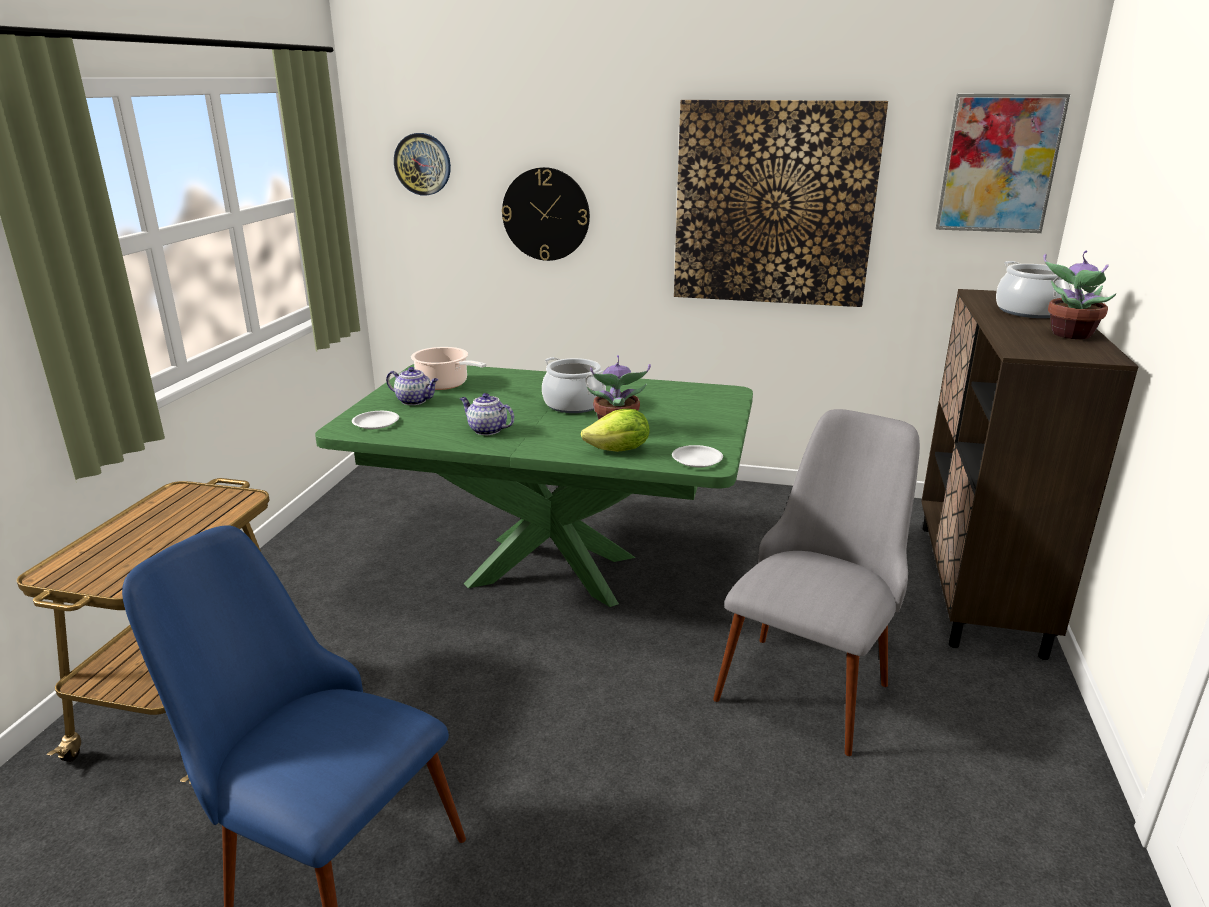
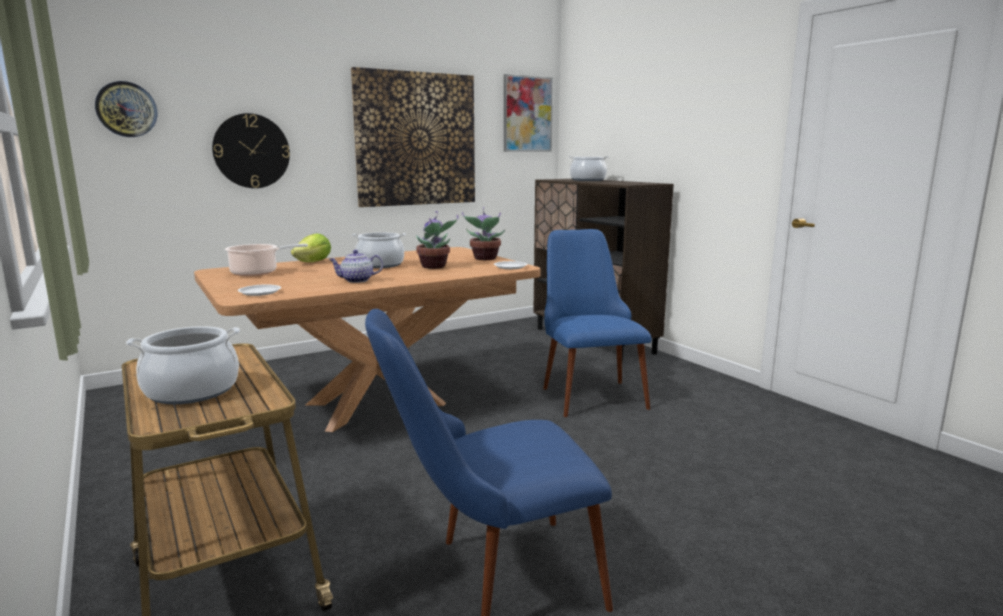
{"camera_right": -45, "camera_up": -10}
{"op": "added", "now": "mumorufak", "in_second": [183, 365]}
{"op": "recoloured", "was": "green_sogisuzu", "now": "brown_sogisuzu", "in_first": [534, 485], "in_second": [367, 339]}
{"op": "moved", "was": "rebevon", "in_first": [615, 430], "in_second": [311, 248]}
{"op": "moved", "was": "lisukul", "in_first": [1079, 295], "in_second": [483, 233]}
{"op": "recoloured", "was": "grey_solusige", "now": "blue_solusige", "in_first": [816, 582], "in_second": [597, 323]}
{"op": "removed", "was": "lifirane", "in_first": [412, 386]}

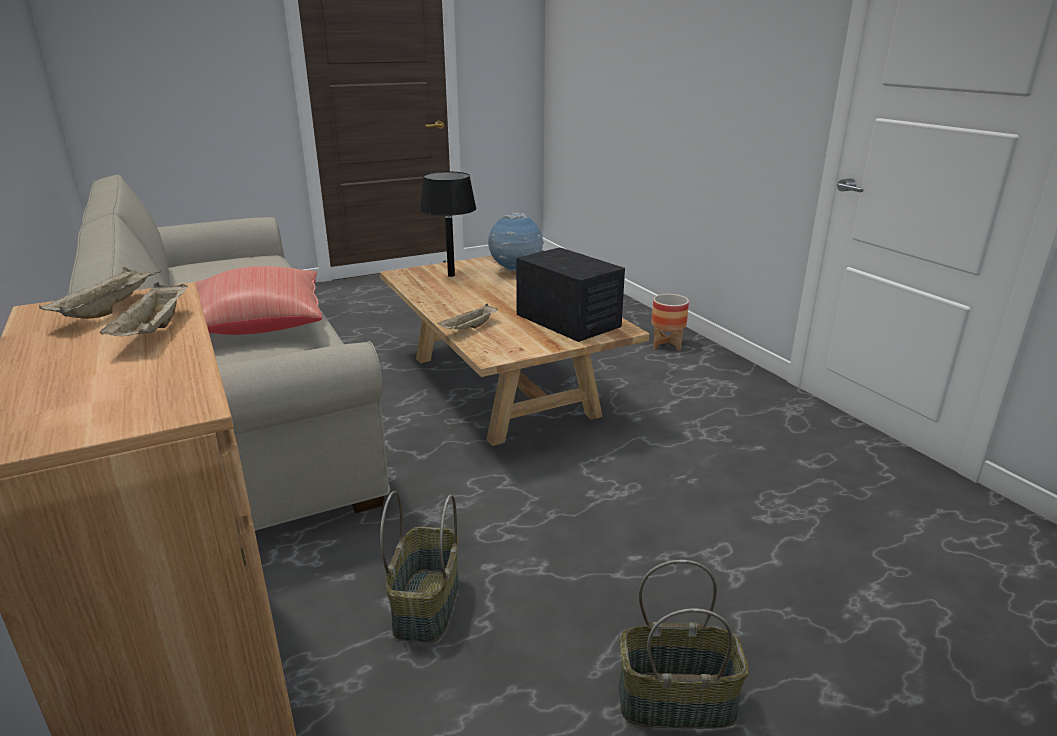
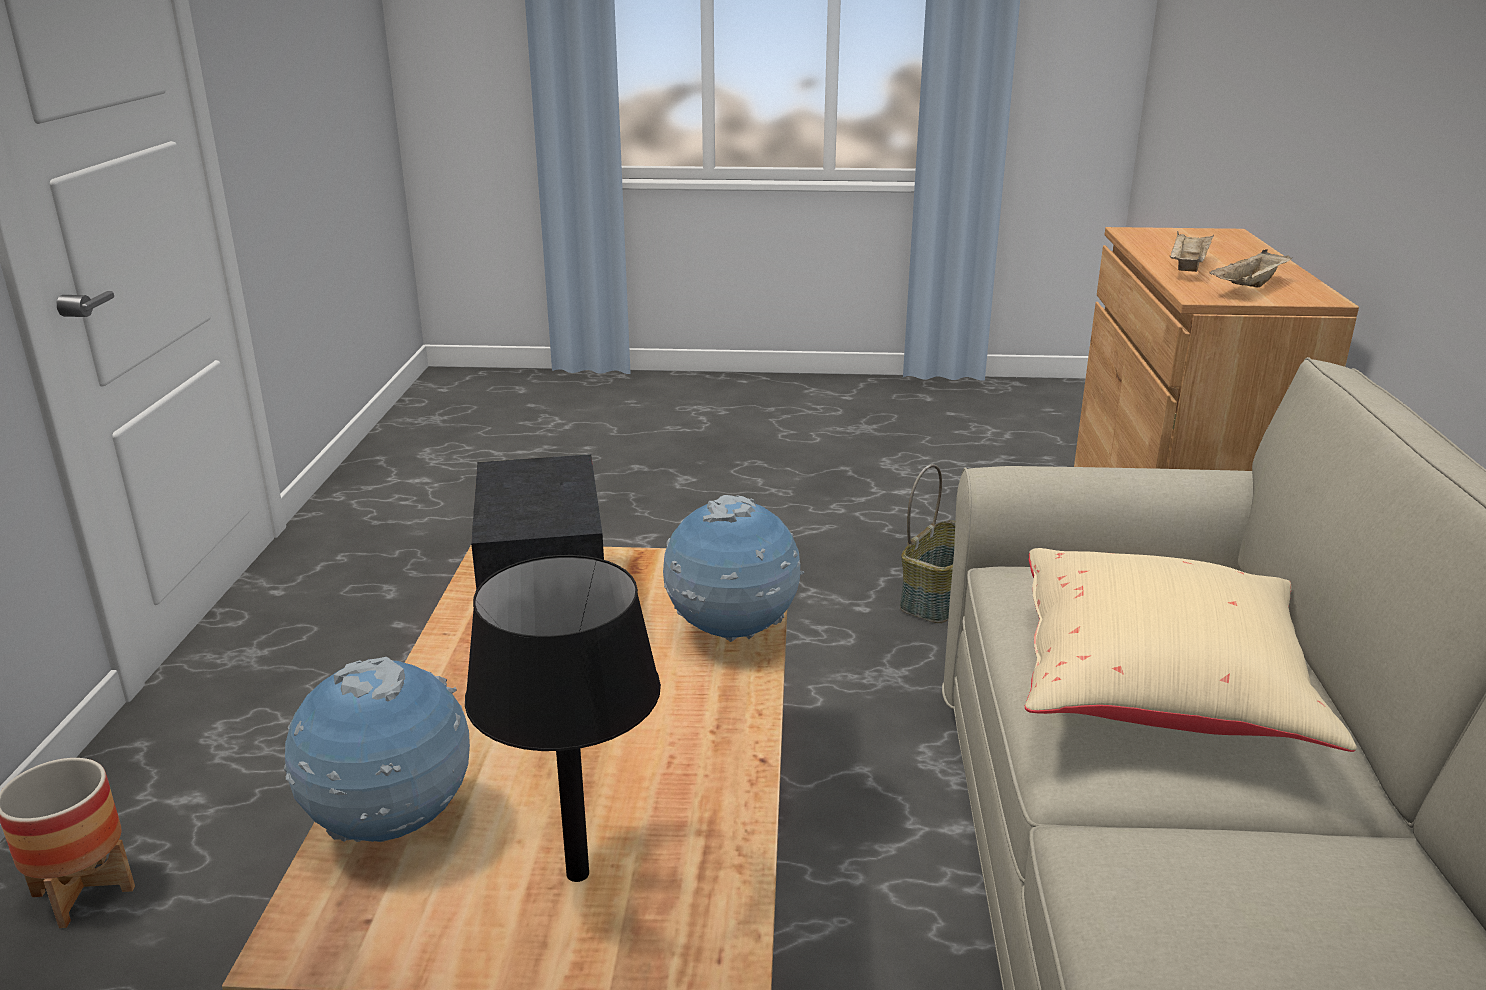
{"camera_right": -150, "camera_up": 0}
{"op": "replaced", "was": "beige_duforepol", "now": "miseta", "in_first": [468, 316], "in_second": [733, 568]}
{"op": "recoloured", "was": "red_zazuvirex", "now": "beige_zazuvirex", "in_first": [258, 300], "in_second": [1191, 650]}
{"op": "removed", "was": "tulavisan", "in_first": [684, 644]}

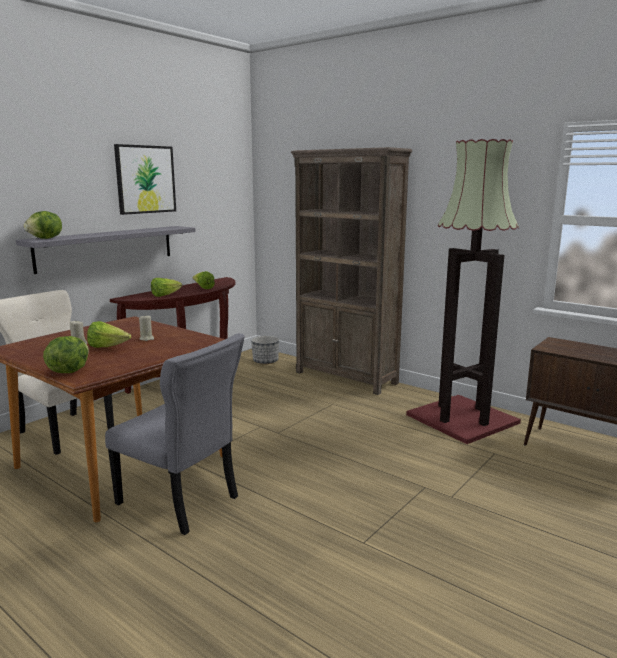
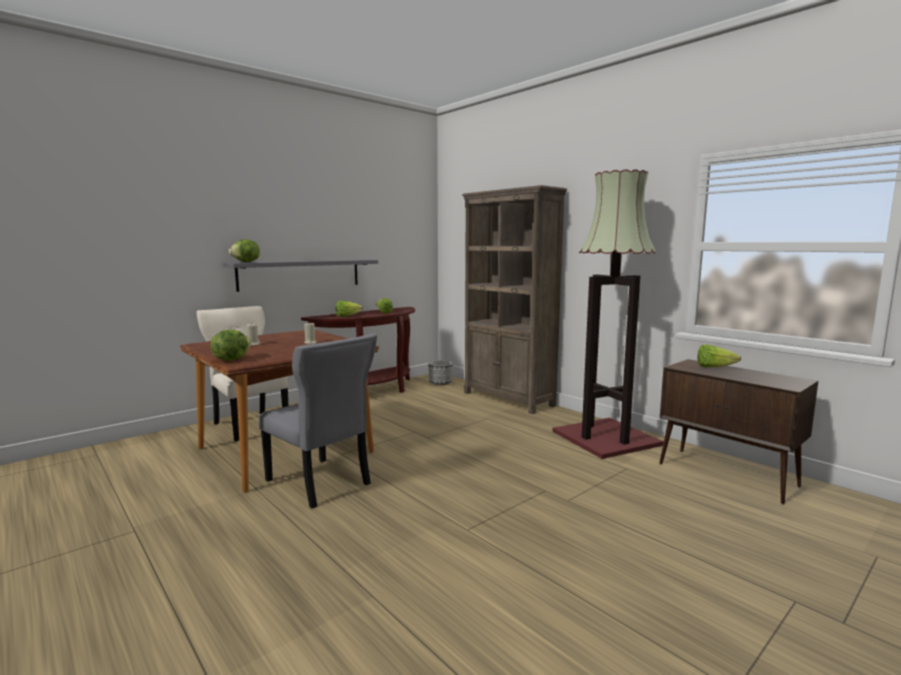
{"camera_right": 10, "camera_up": -5}
{"op": "moved", "was": "rebevon", "in_first": [109, 334], "in_second": [719, 355]}
{"op": "removed", "was": "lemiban", "in_first": [145, 179]}

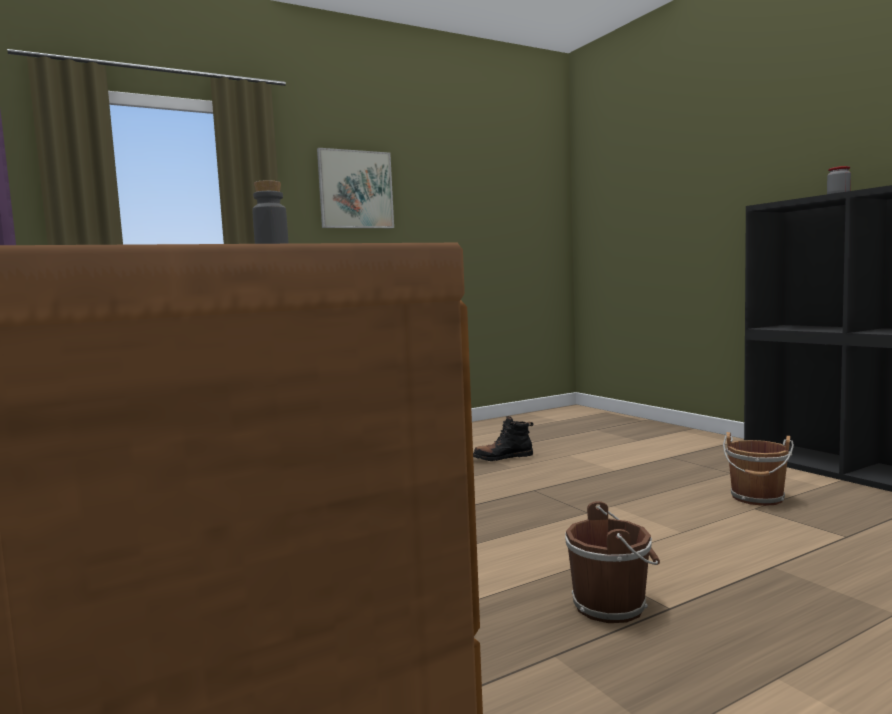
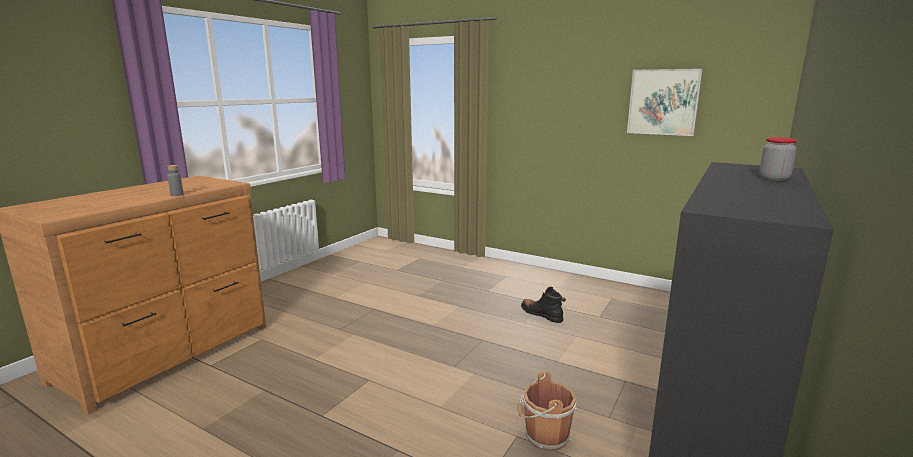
{"camera_right": 60, "camera_up": 10}
{"op": "moved", "was": "lemiban", "in_first": [355, 188], "in_second": [665, 102]}
{"op": "removed", "was": "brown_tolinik", "in_first": [612, 562]}

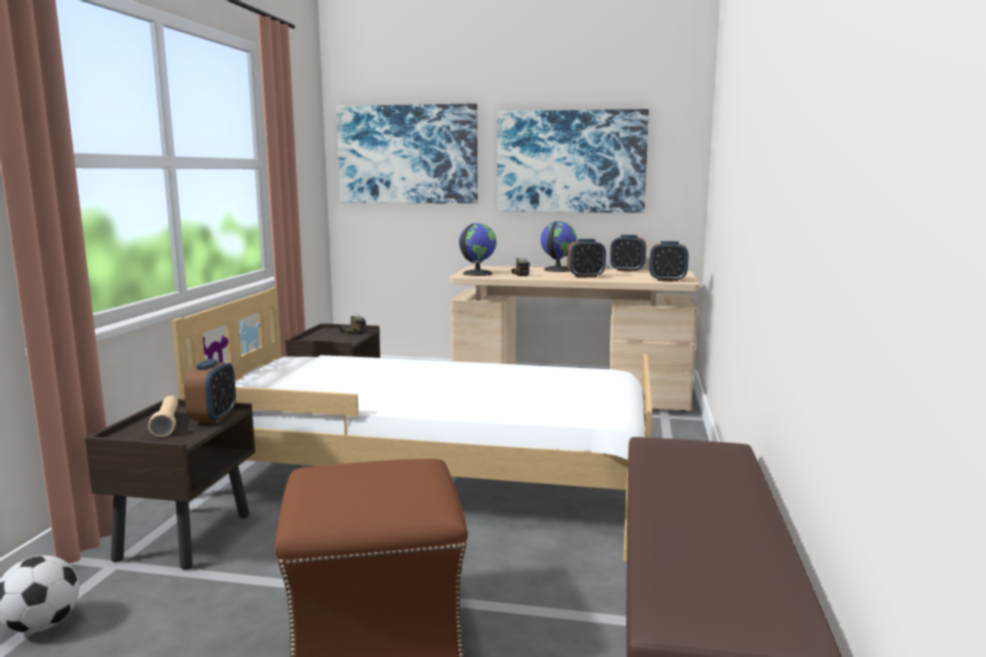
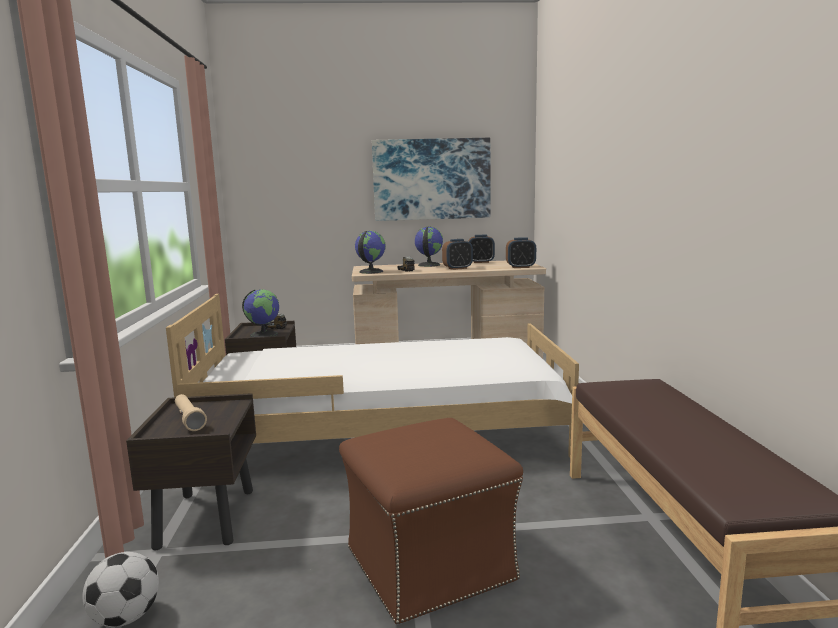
{"camera_right": -15, "camera_up": 0}
{"op": "added", "now": "miseta", "in_second": [260, 313]}
{"op": "removed", "was": "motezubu", "in_first": [210, 391]}
{"op": "removed", "was": "lemiban", "in_first": [407, 154]}

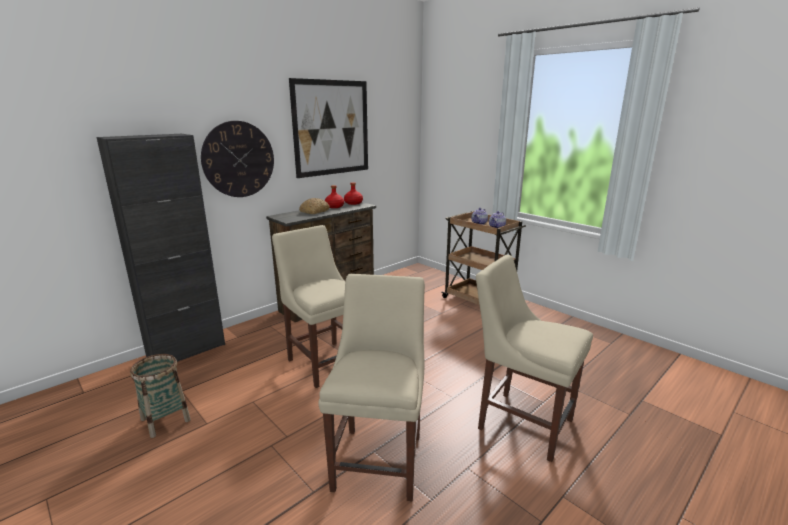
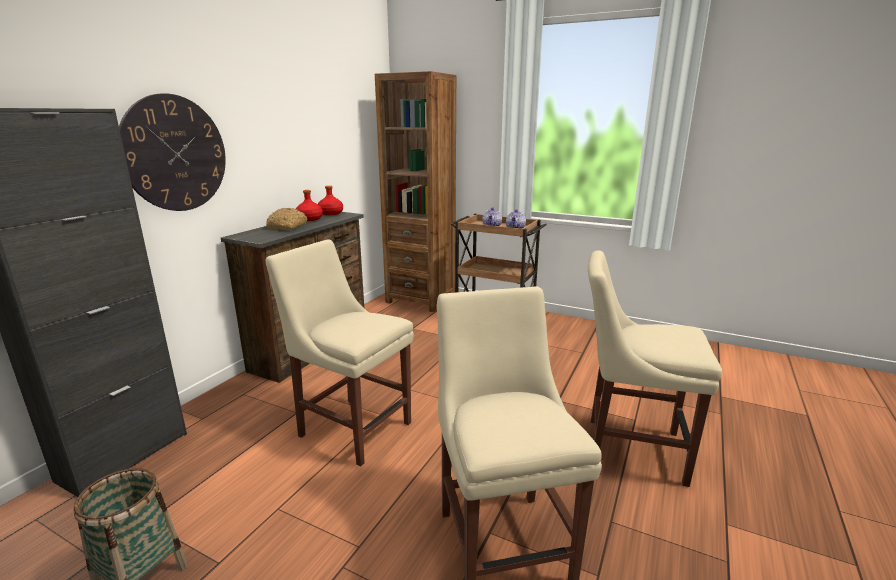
{"camera_right": -20, "camera_up": 0}
{"op": "added", "now": "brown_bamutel", "in_second": [415, 191]}
{"op": "removed", "was": "lemiban", "in_first": [328, 128]}

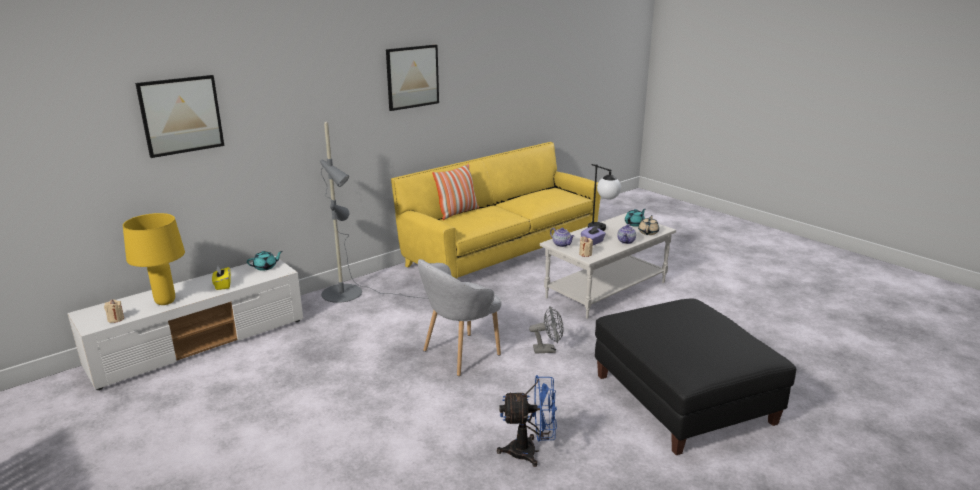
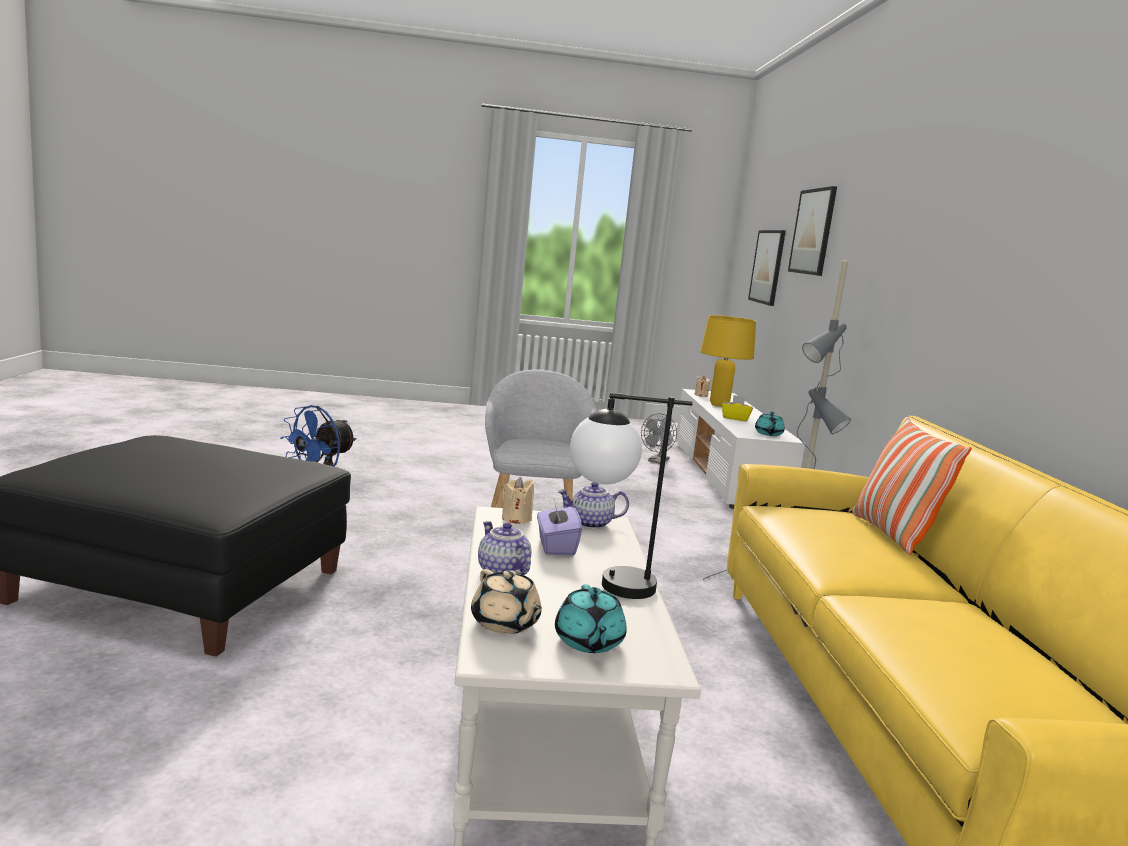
{"camera_right": 125, "camera_up": -10}
{"op": "moved", "was": "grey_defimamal", "in_first": [546, 330], "in_second": [659, 438]}
{"op": "moved", "was": "lemiban", "in_first": [412, 78], "in_second": [767, 268]}

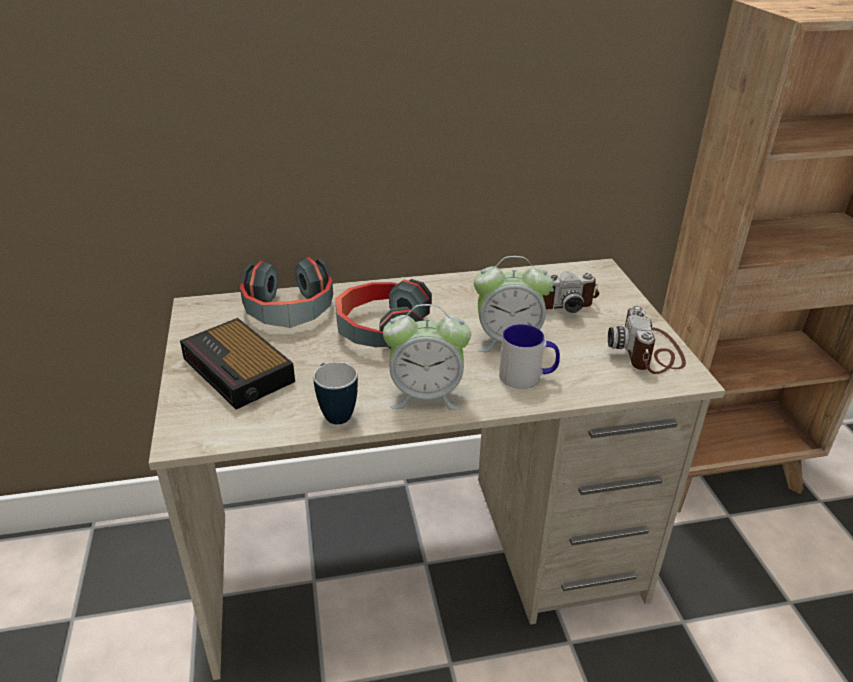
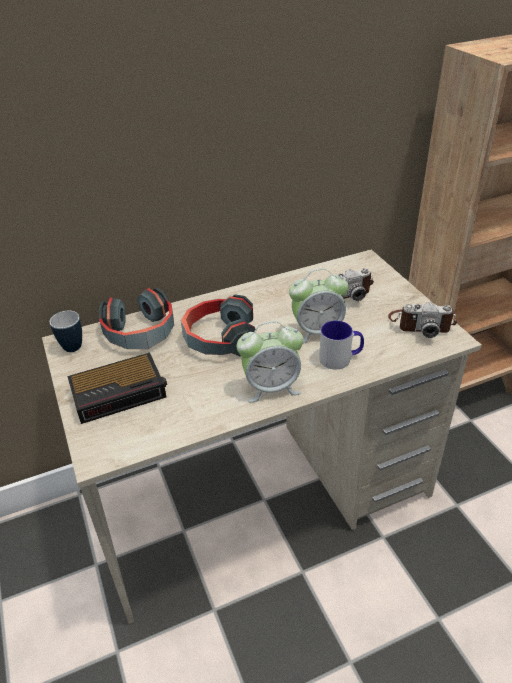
{"camera_right": -10, "camera_up": 5}
{"op": "moved", "was": "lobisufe", "in_first": [335, 393], "in_second": [66, 331]}
{"op": "turned", "was": "motezubu", "in_first": [237, 363], "in_second": [117, 388], "clockwise": -60}
{"op": "turned", "was": "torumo", "in_first": [647, 340], "in_second": [422, 320], "clockwise": -75}

